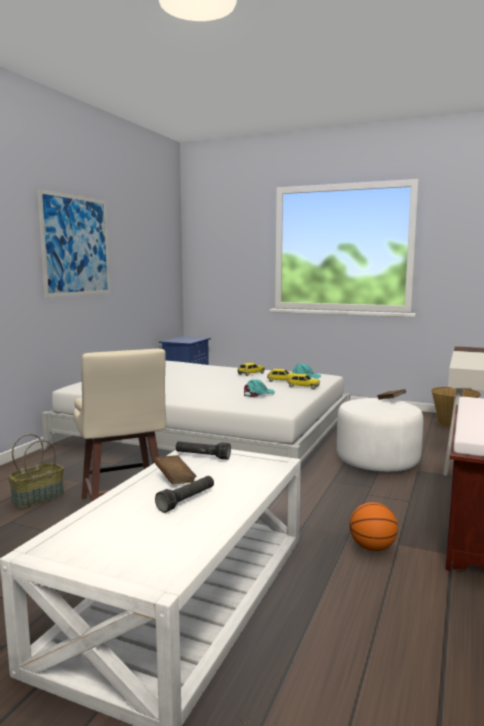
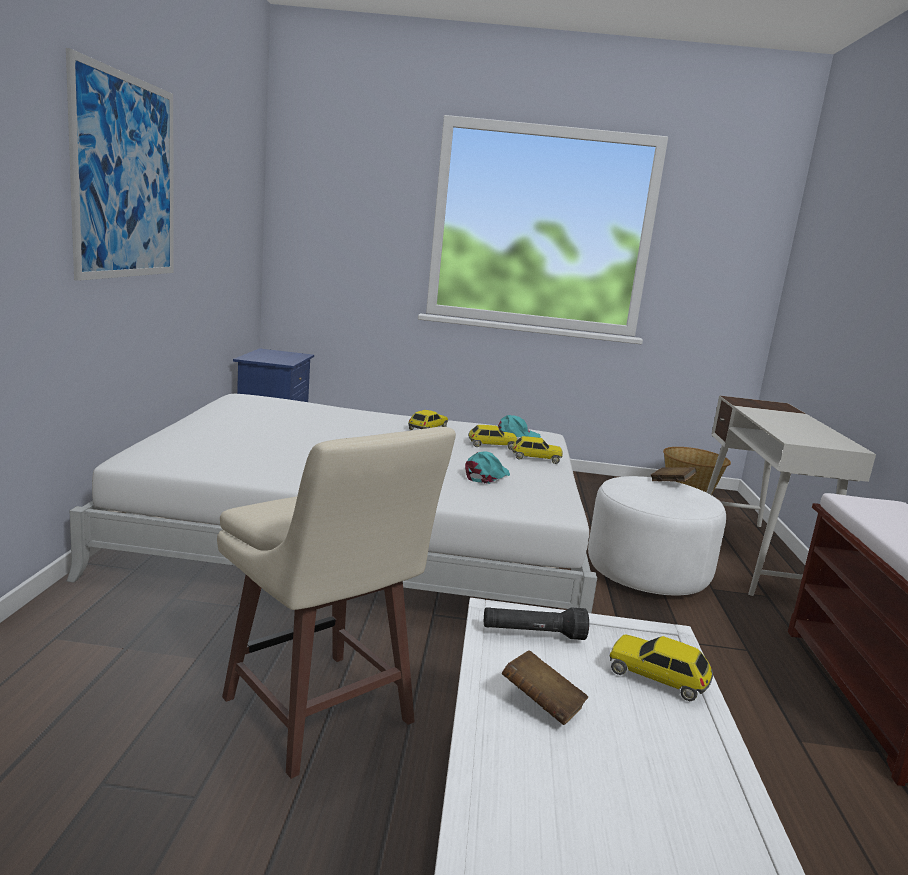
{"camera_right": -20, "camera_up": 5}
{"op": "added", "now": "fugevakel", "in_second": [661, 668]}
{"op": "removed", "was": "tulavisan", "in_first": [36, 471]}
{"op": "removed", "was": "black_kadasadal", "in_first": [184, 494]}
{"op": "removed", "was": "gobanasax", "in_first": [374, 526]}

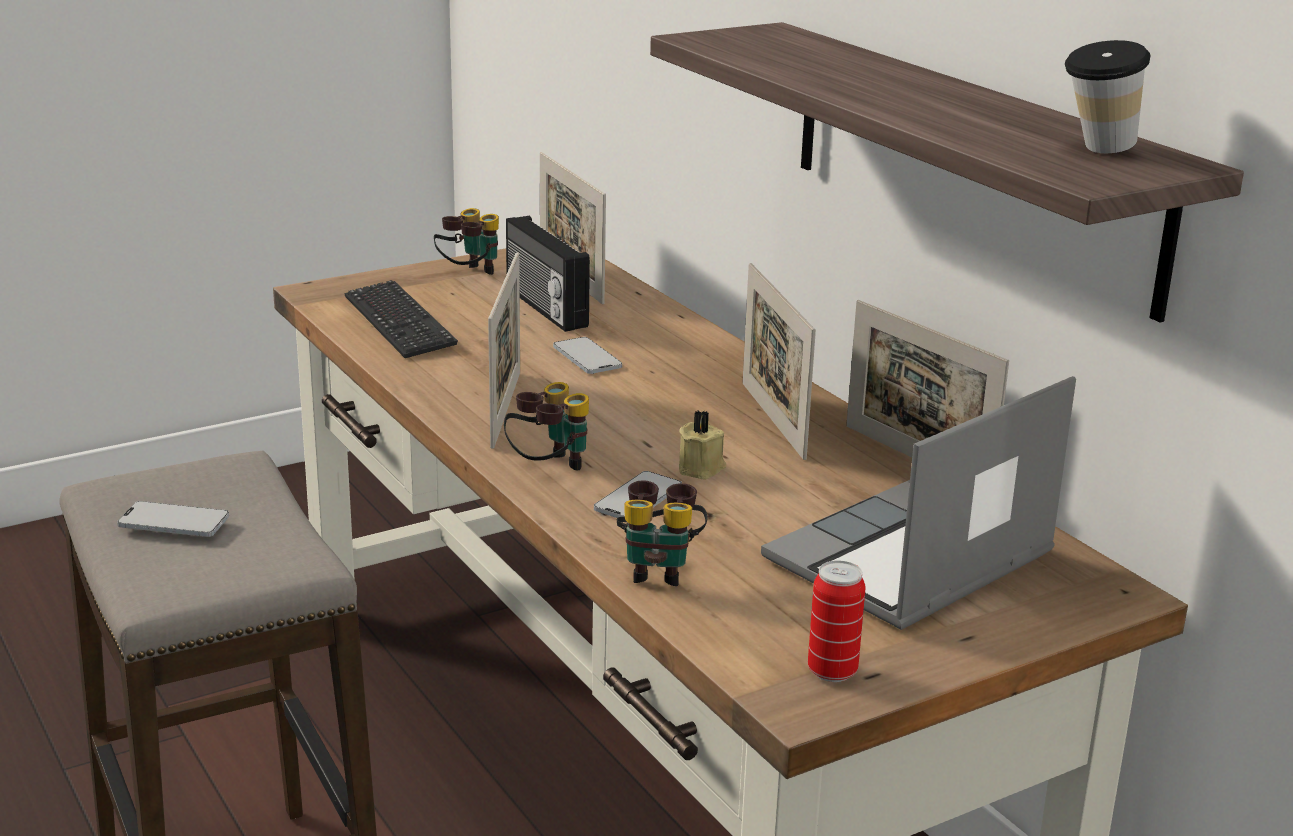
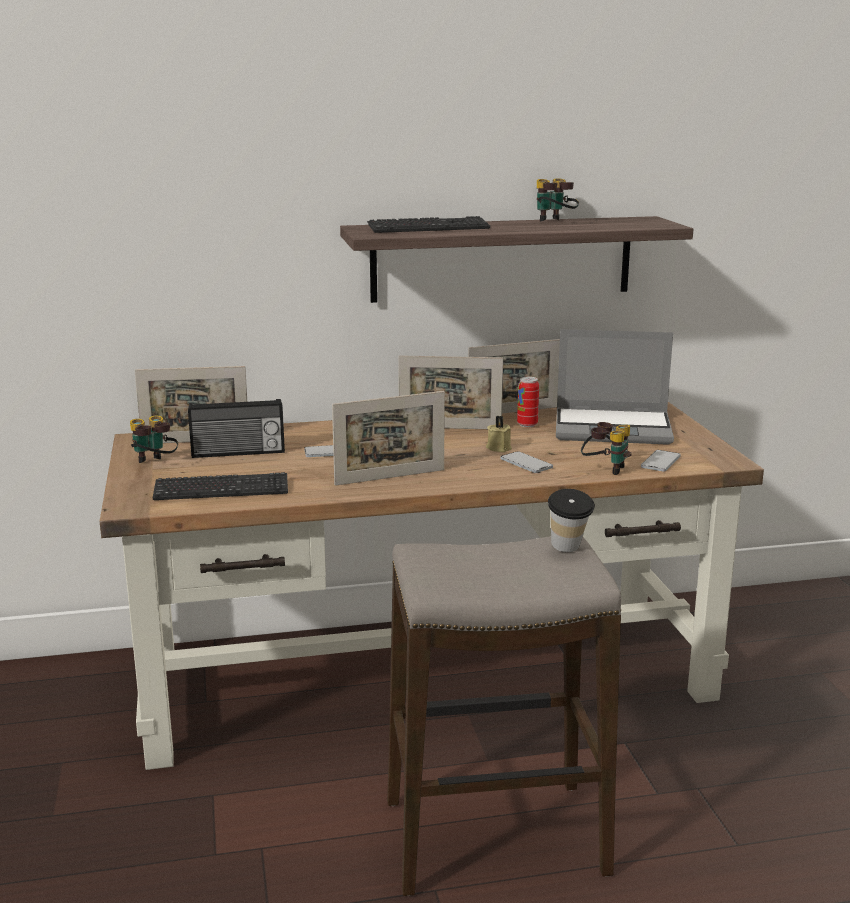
{"camera_right": -70, "camera_up": -5}
{"op": "turned", "was": "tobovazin", "in_first": [504, 350], "in_second": [388, 438], "clockwise": 135}
{"op": "added", "now": "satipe", "in_second": [428, 224]}
{"op": "moved", "was": "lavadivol", "in_first": [837, 621], "in_second": [528, 402]}
{"op": "moved", "was": "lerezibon", "in_first": [546, 426], "in_second": [558, 200]}
{"op": "moved", "was": "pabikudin", "in_first": [1108, 96], "in_second": [571, 520]}
{"op": "turned", "was": "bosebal", "in_first": [918, 503], "in_second": [615, 387], "clockwise": -60}
{"op": "moved", "was": "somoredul", "in_first": [173, 519], "in_second": [661, 461]}

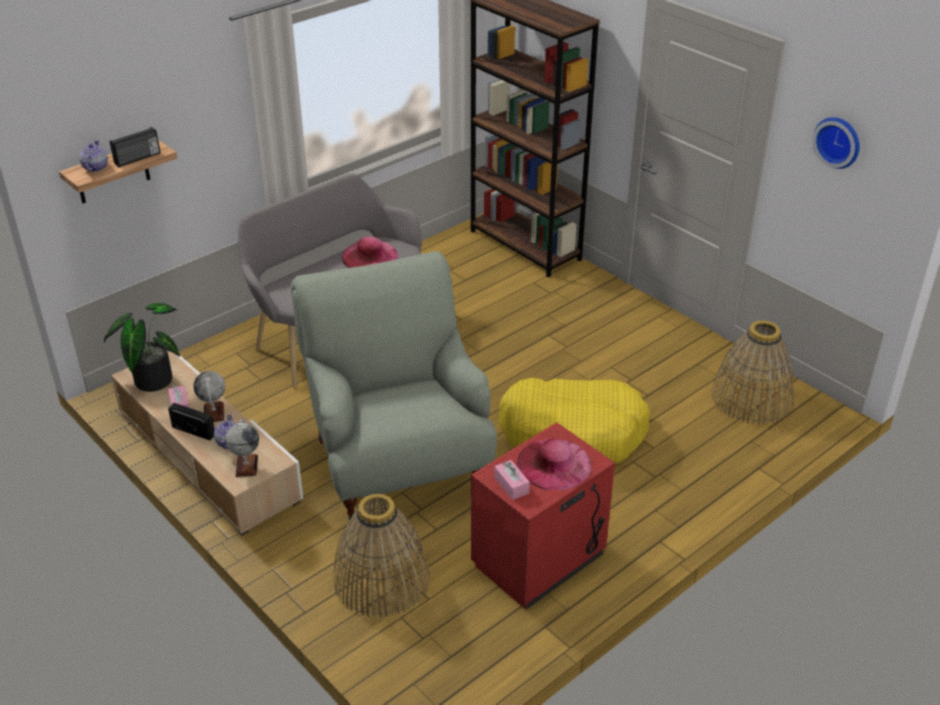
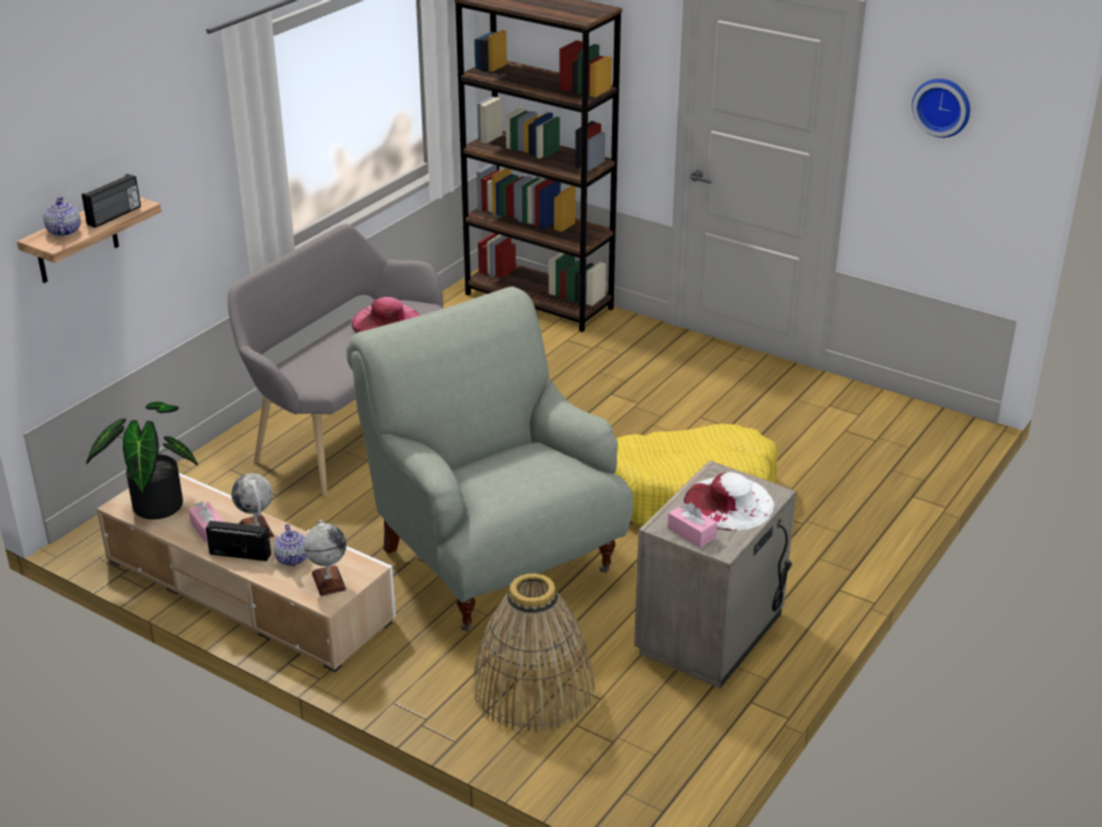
{"camera_right": -15, "camera_up": -5}
{"op": "recoloured", "was": "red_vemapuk", "now": "beige_vemapuk", "in_first": [543, 516], "in_second": [715, 574]}
{"op": "recoloured", "was": "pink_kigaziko", "now": "white_kigaziko", "in_first": [554, 464], "in_second": [729, 501]}
{"op": "removed", "was": "tulavisan", "in_first": [753, 372]}

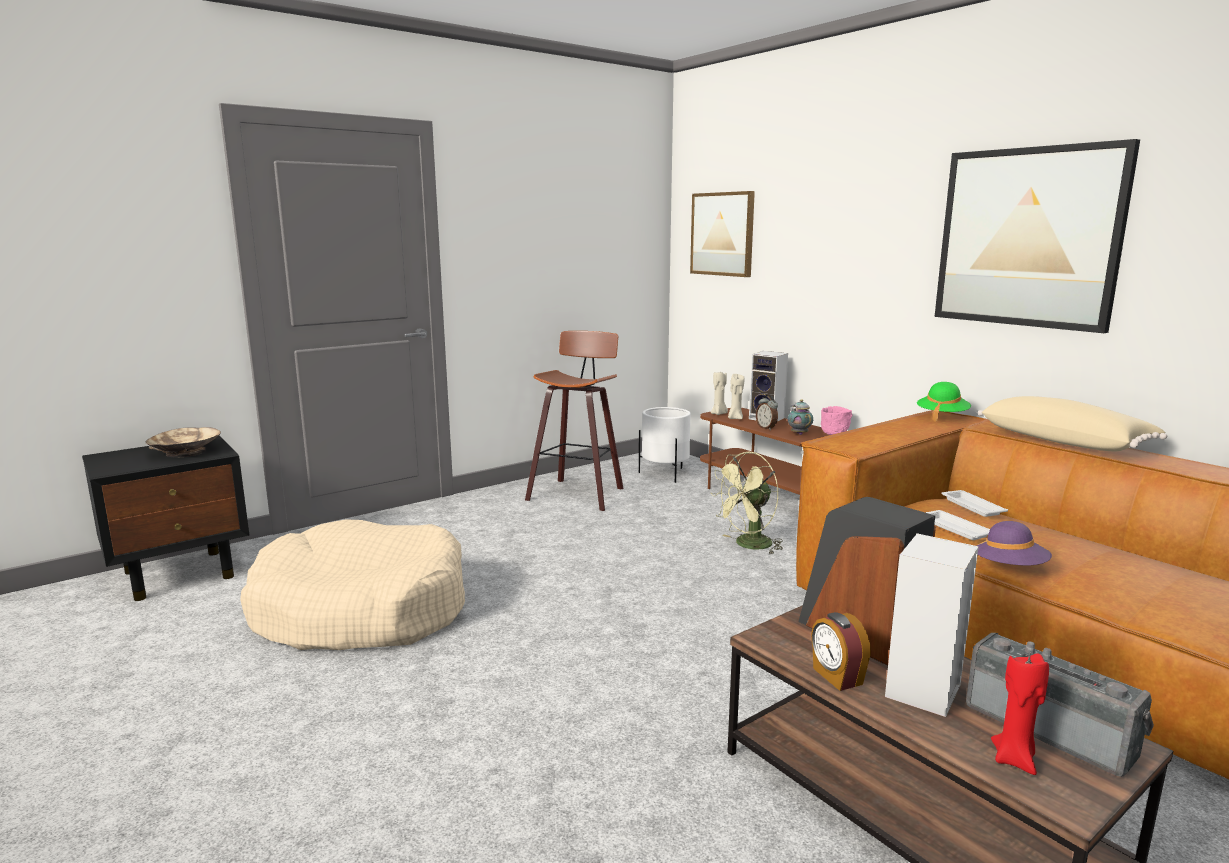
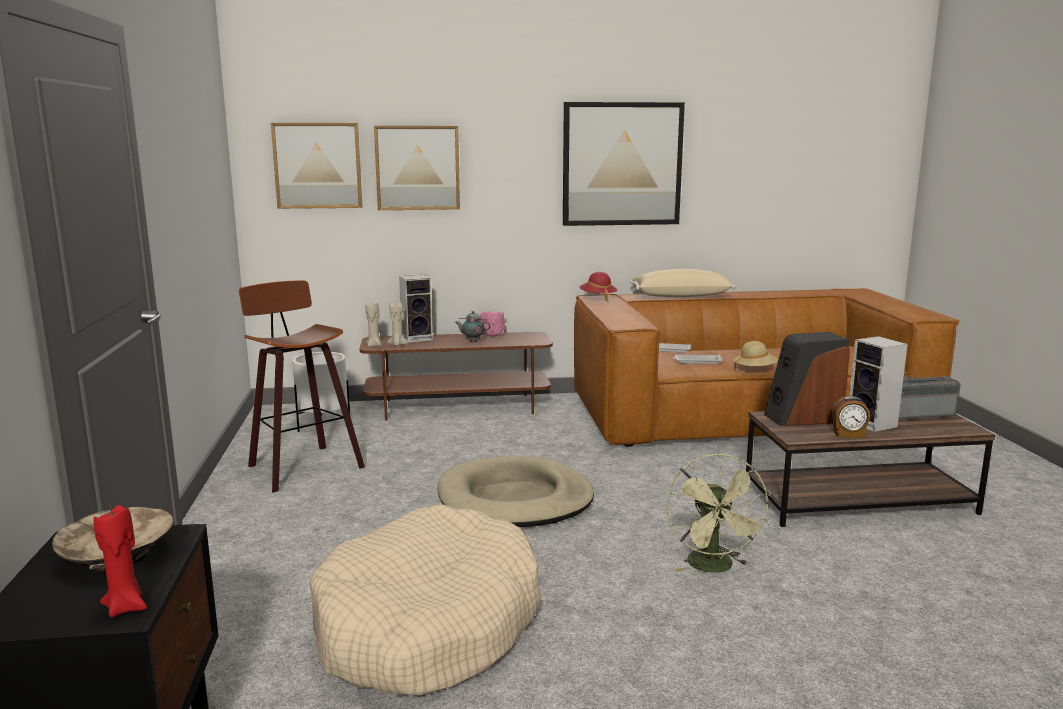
{"camera_right": -60, "camera_up": 0}
{"op": "moved", "was": "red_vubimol", "in_first": [1020, 714], "in_second": [120, 561]}
{"op": "added", "now": "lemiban", "in_second": [417, 168]}
{"op": "added", "now": "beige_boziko", "in_second": [515, 491]}
{"op": "recoloured", "was": "green_kigaziko", "now": "red_kigaziko", "in_first": [944, 402], "in_second": [598, 286]}
{"op": "moved", "was": "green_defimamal", "in_first": [747, 503], "in_second": [718, 513]}
{"op": "recoloured", "was": "purple_kigaziko", "now": "beige_kigaziko", "in_first": [1014, 543], "in_second": [756, 355]}
{"op": "removed", "was": "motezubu", "in_first": [767, 412]}

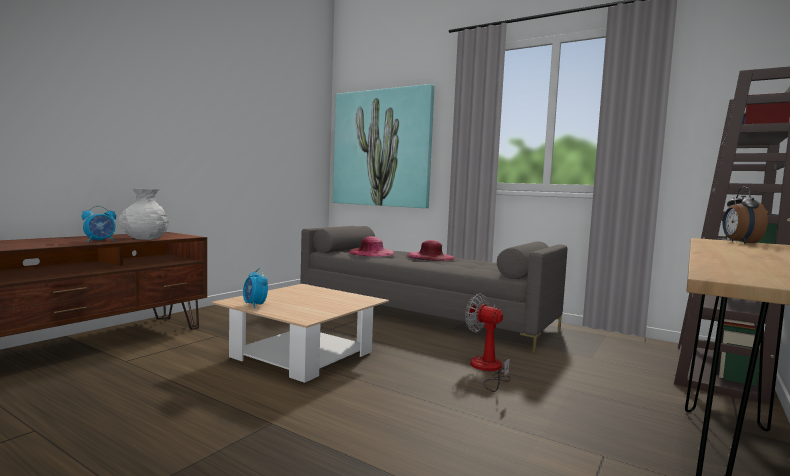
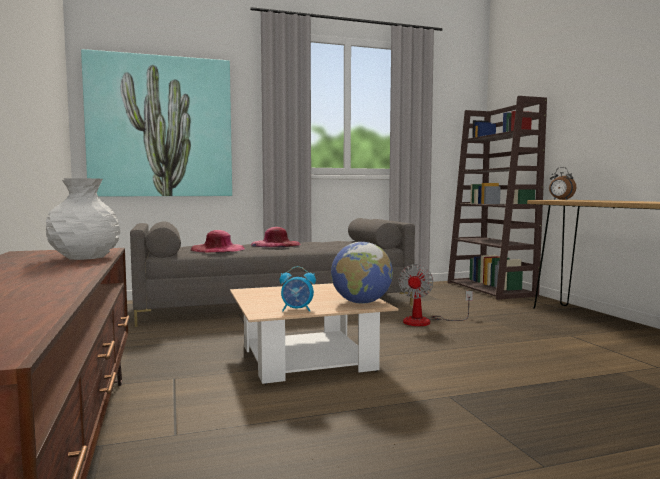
{"camera_right": -50, "camera_up": 0}
{"op": "added", "now": "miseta", "in_second": [362, 273]}
{"op": "turned", "was": "defimamal", "in_first": [488, 342], "in_second": [435, 295], "clockwise": -60}
{"op": "removed", "was": "motezubu", "in_first": [99, 224]}

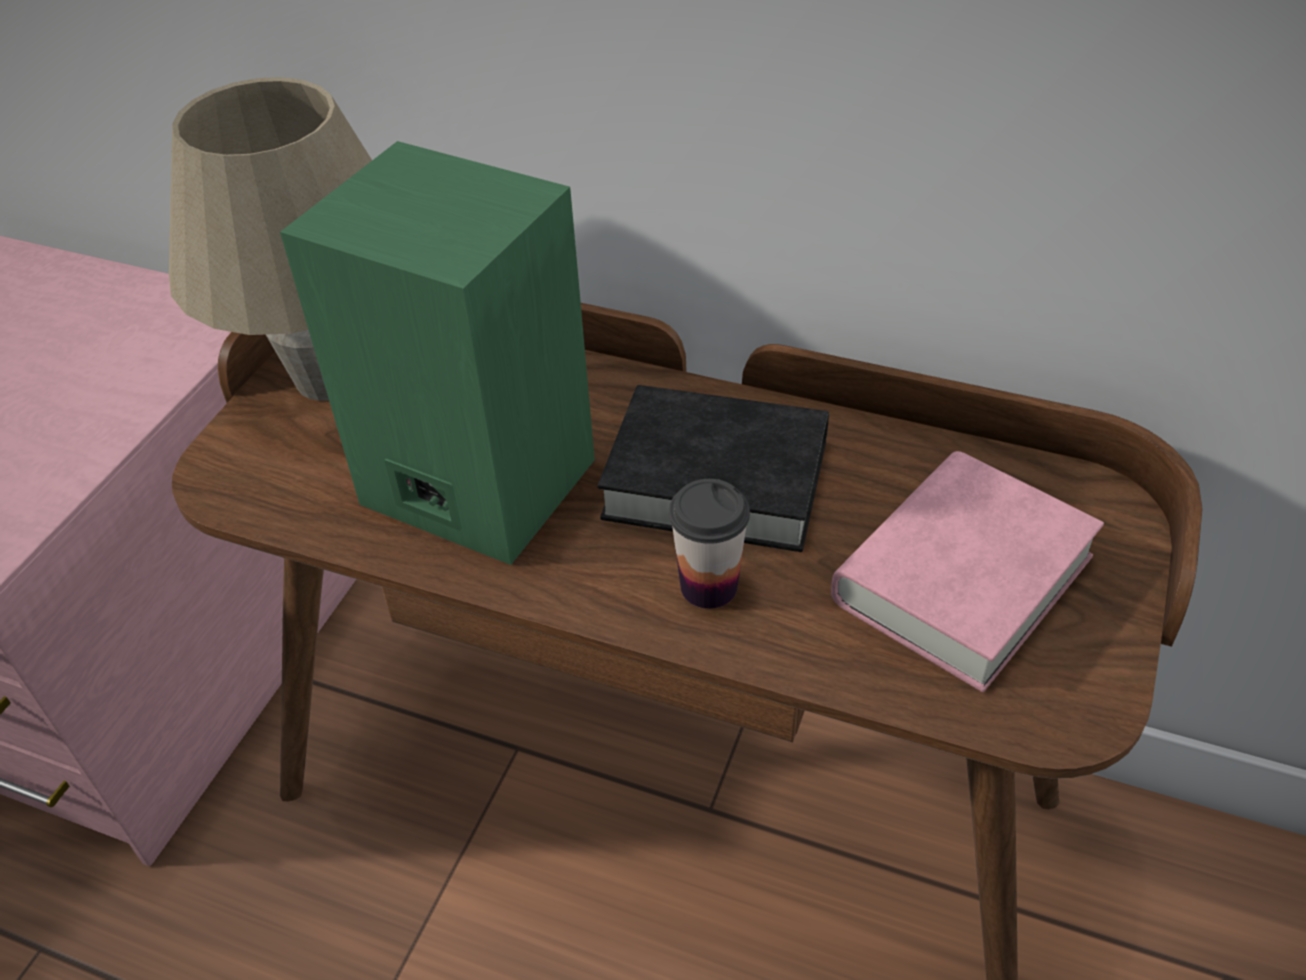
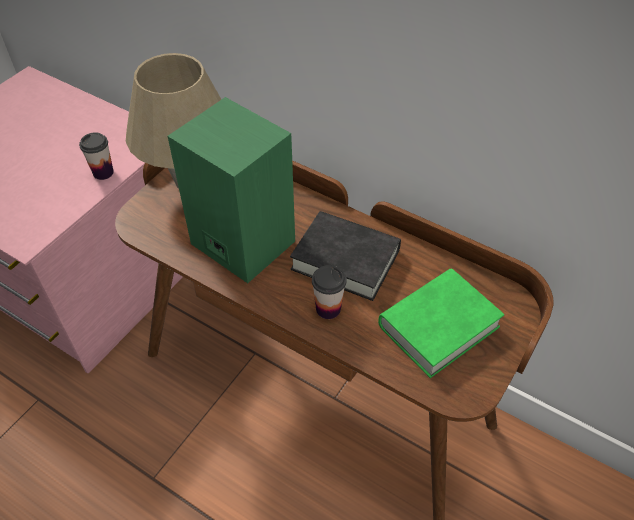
{"camera_right": 10, "camera_up": 5}
{"op": "added", "now": "pabikudin", "in_second": [96, 156]}
{"op": "recoloured", "was": "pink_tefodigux", "now": "green_tefodigux", "in_first": [967, 571], "in_second": [441, 323]}

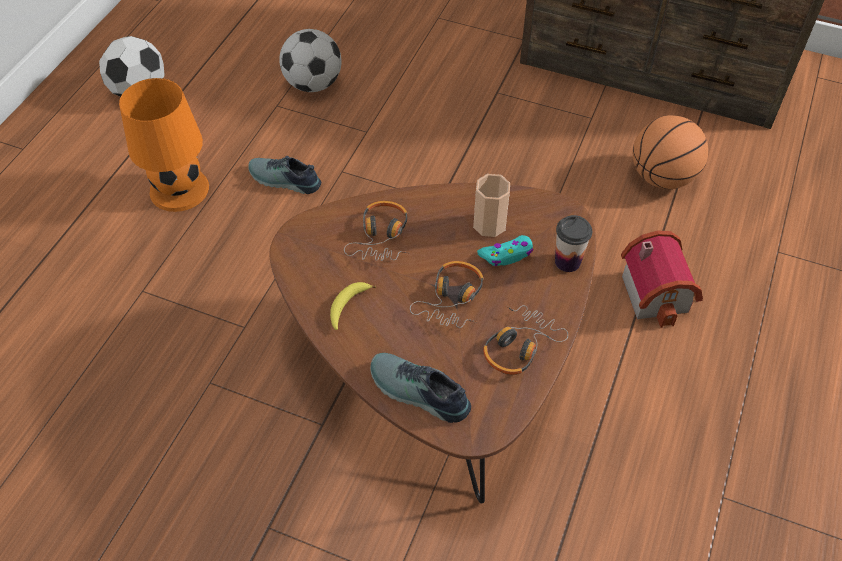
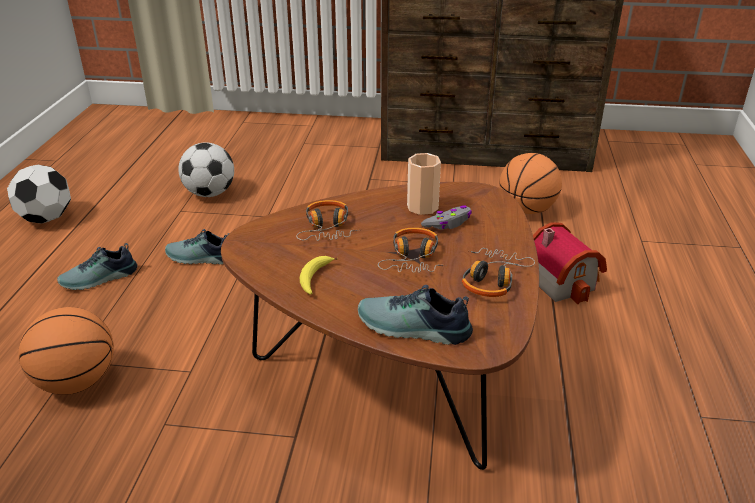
{"camera_right": -15, "camera_up": -20}
{"op": "added", "now": "gobanasax", "in_second": [66, 351]}
{"op": "replaced", "was": "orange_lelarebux", "now": "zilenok", "in_first": [164, 145], "in_second": [97, 266]}
{"op": "recoloured", "was": "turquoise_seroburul", "now": "grey_seroburul", "in_first": [505, 250], "in_second": [446, 217]}
{"op": "removed", "was": "pabikudin", "in_first": [573, 243]}

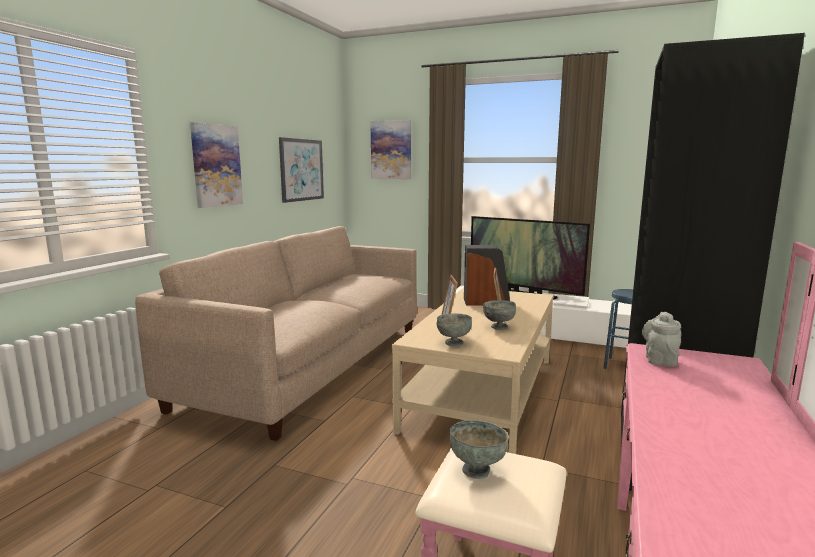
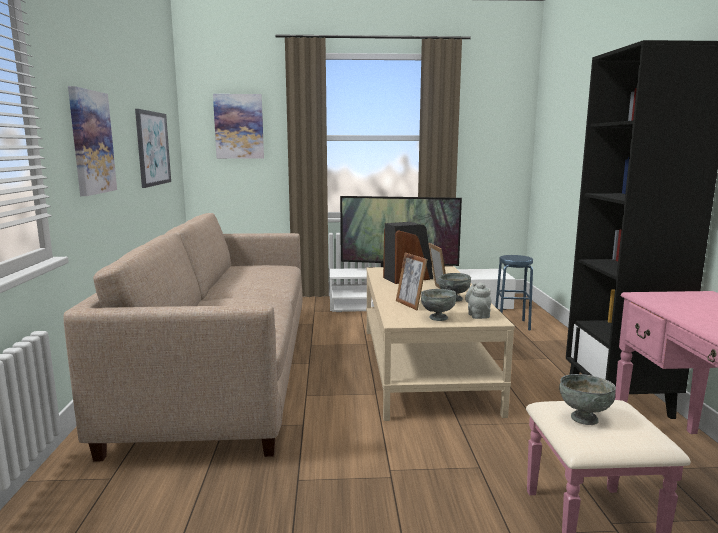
{"camera_right": -25, "camera_up": 0}
{"op": "moved", "was": "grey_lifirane", "in_first": [661, 339], "in_second": [478, 300]}

